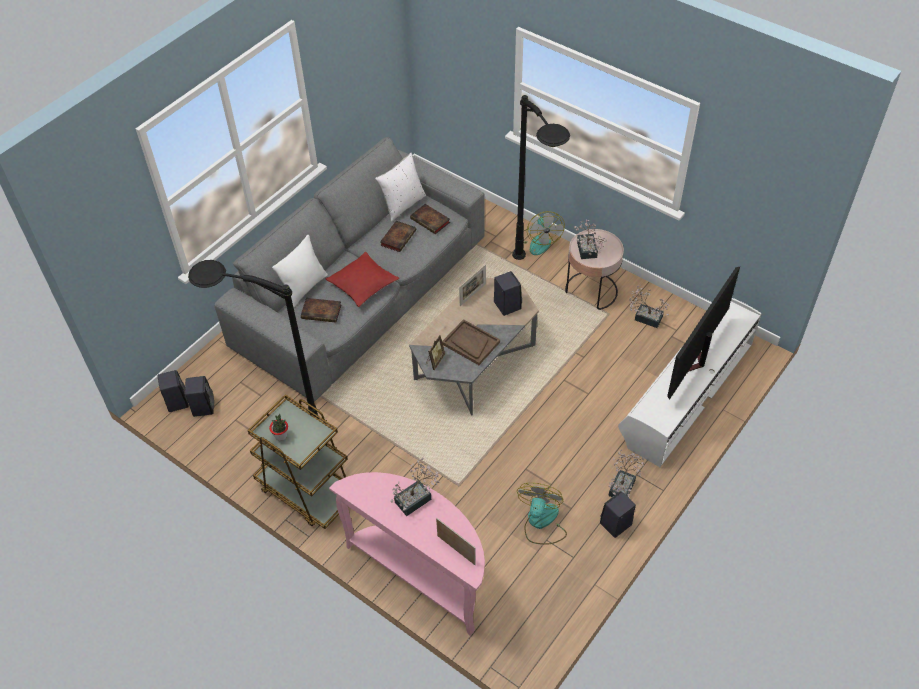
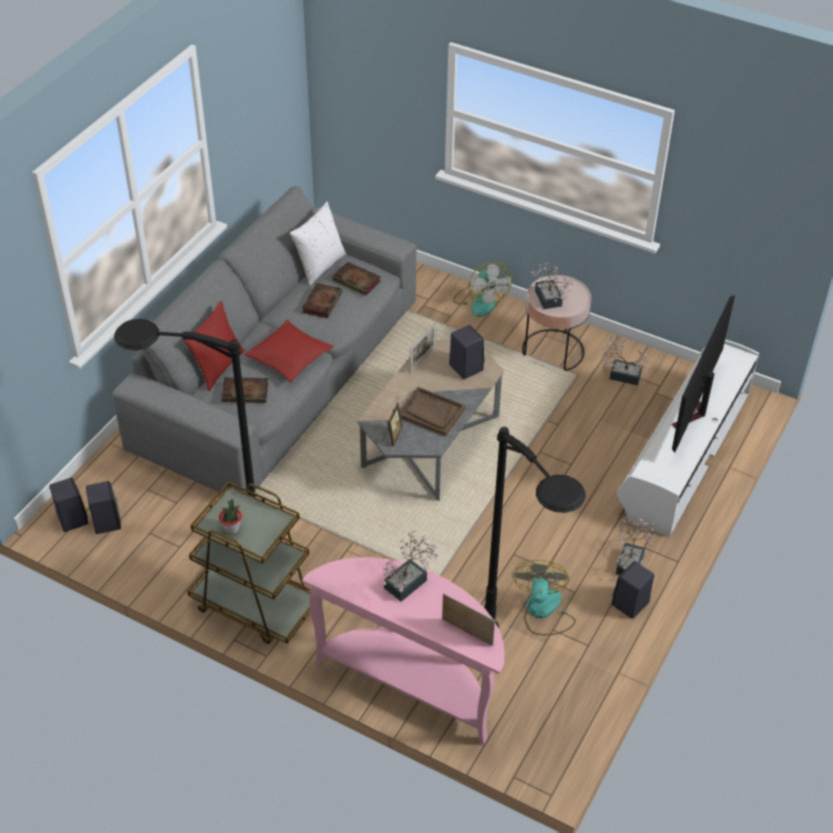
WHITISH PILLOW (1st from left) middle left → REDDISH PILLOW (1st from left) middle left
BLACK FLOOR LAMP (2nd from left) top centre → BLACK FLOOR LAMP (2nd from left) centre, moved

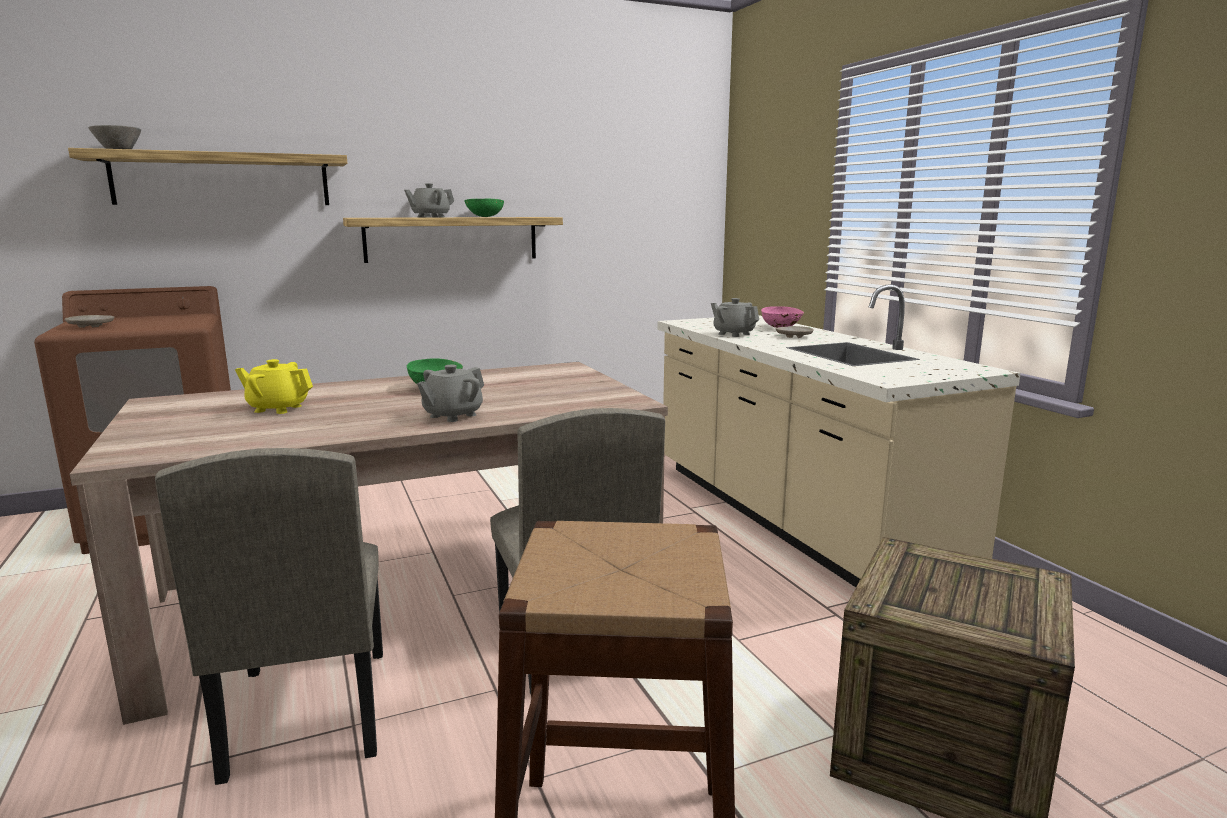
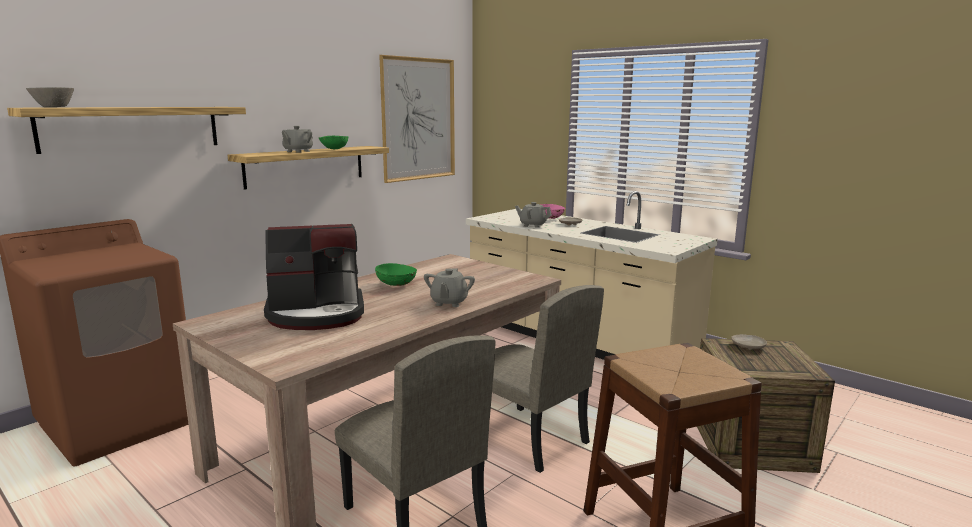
SAND-COLOURED FLAT DISH (1st from left in the first image) middle left → SAND-COLOURED FLAT DISH (2nd from left) middle right, moved
YELLOW POT FOR TEA middle left → COFFEE MAKER middle left
- → WALL ART top centre

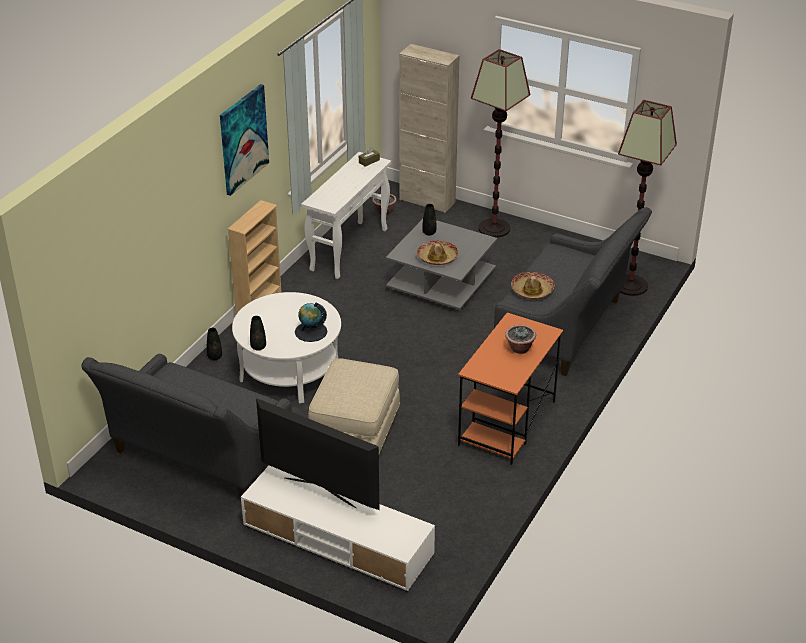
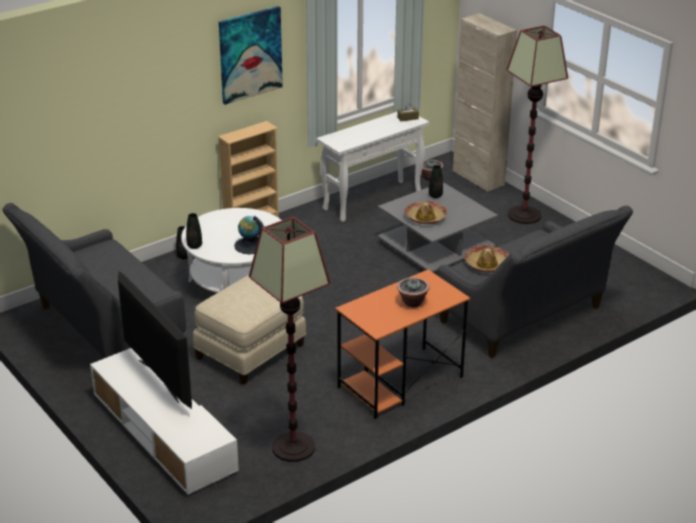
FLOOR LAMP (2nd from left in the first image) top right → FLOOR LAMP (1st from left) centre, moved

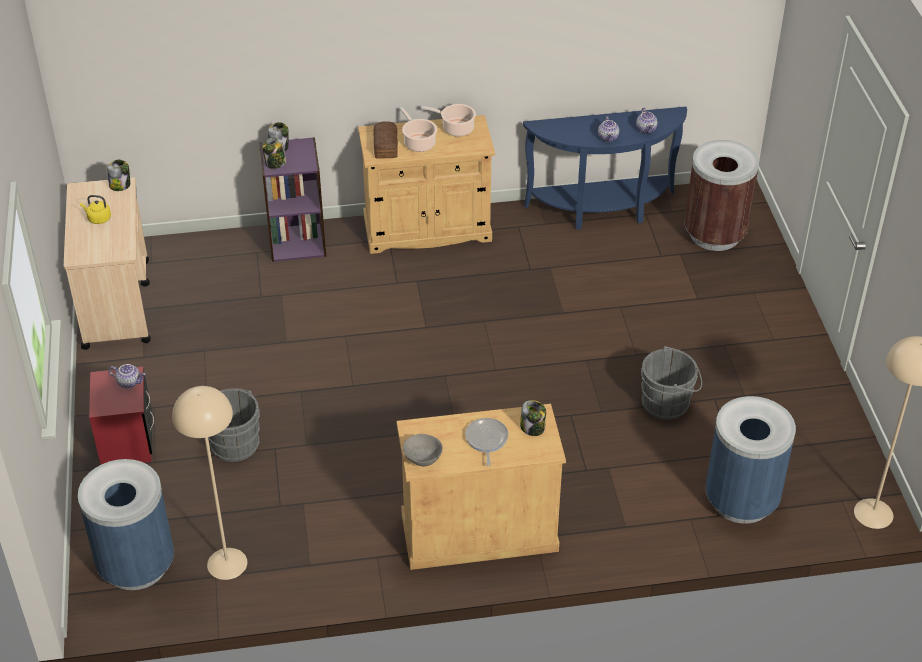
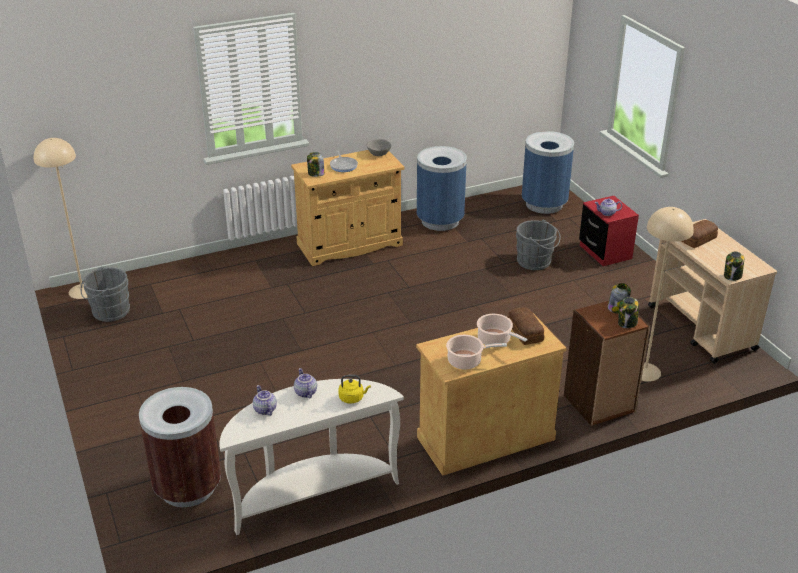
YELLOW TEA KETTLE top left → YELLOW TEA KETTLE bottom centre, moved
SAND-COLOURED FLOOR LAMP (1st from left in the first image) bottom left → SAND-COLOURED FLOOR LAMP (2nd from left) middle right, moved
PURPLE BOOKSHELF top left → BROWN BOOKSHELF middle right
BLUISH HALL TABLE top centre → WHITISH HALL TABLE bottom centre
GRAY BUCKET (2nd from left in the first image) middle right → GRAY BUCKET (1st from left) middle left, moved
BLUISH TRASH CAN (2nd from left in the first image) bottom right → BLUISH TRASH CAN (1st from left) top centre, moved
- → BAKERY BREAD (2nd from left) middle right

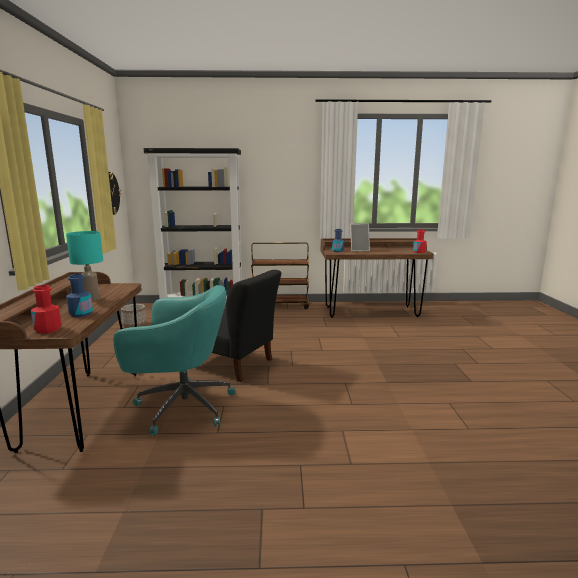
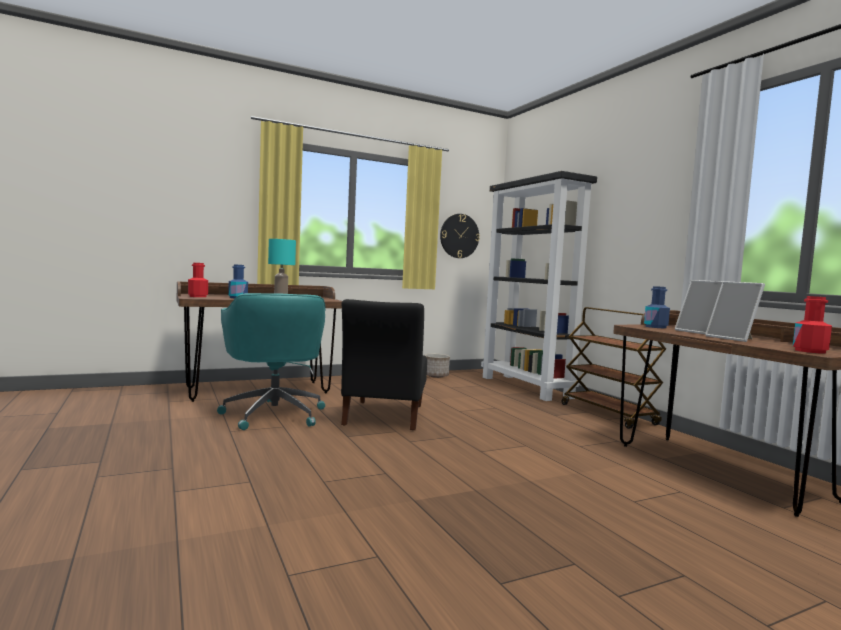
- → PICTURE FRAME (2nd from left) middle right

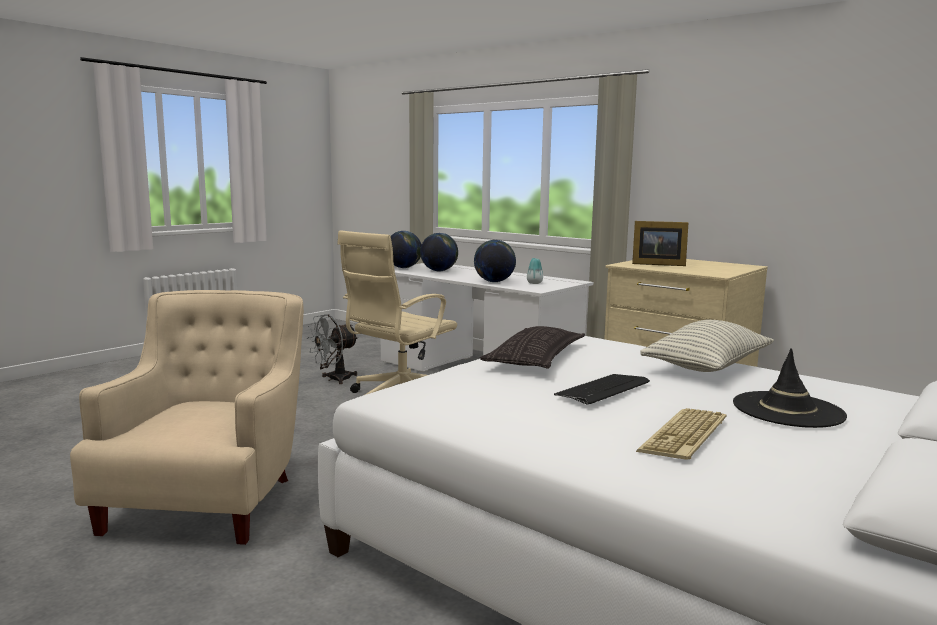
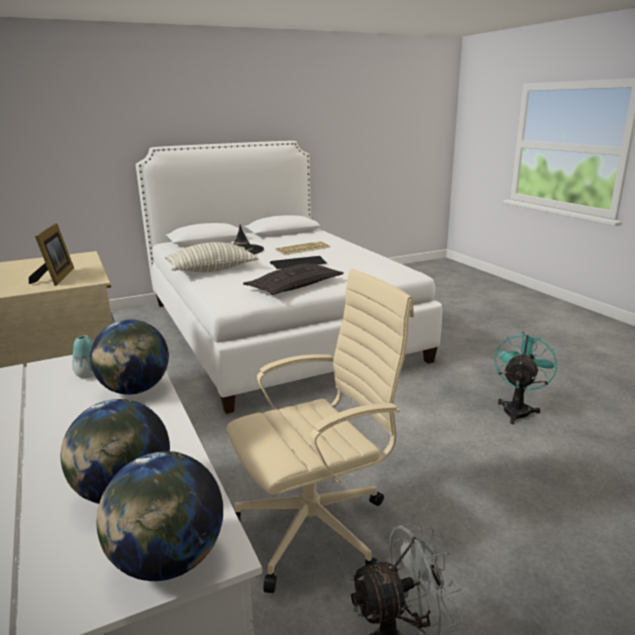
SAND-COLOURED LOUNGE CHAIR bottom left → BLUE-GREEN FAN middle right
PICTURE FRAME middle right → PICTURE FRAME middle left, 45 degrees clockwise

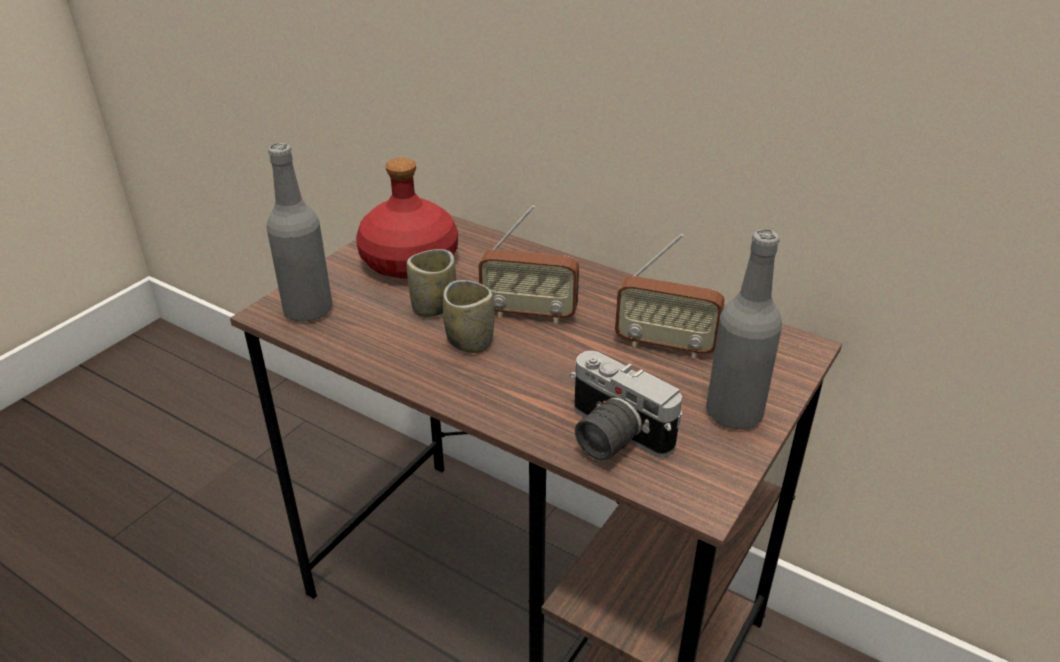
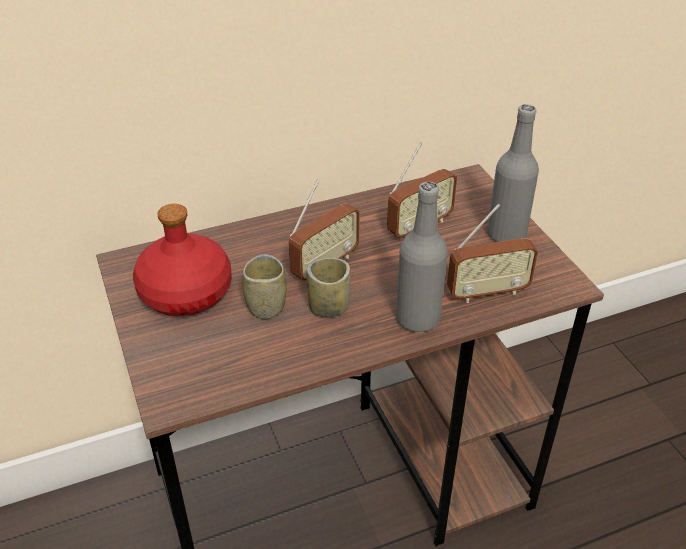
GRAY DRINK BOTTLE (1st from left) middle left → GRAY DRINK BOTTLE (1st from left) centre, moved
PHOTO CAMERA centre → RADIO (3rd from left) middle right

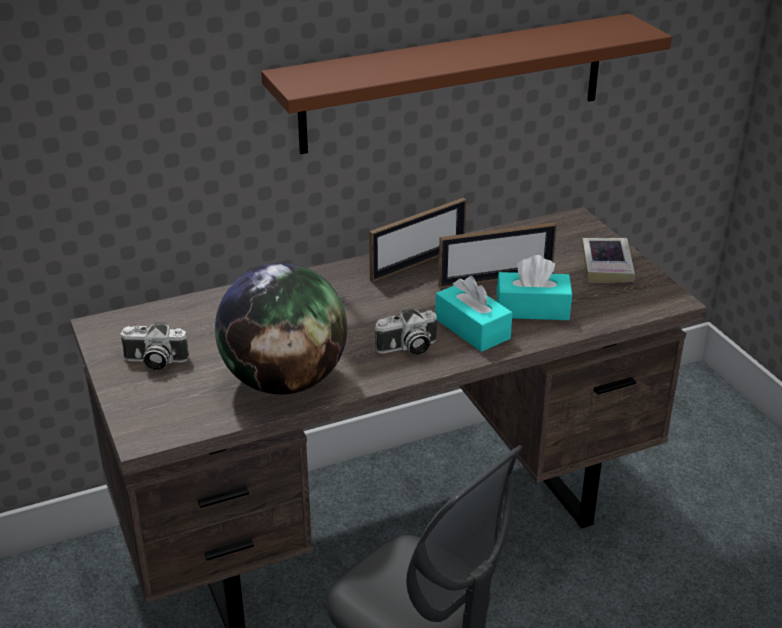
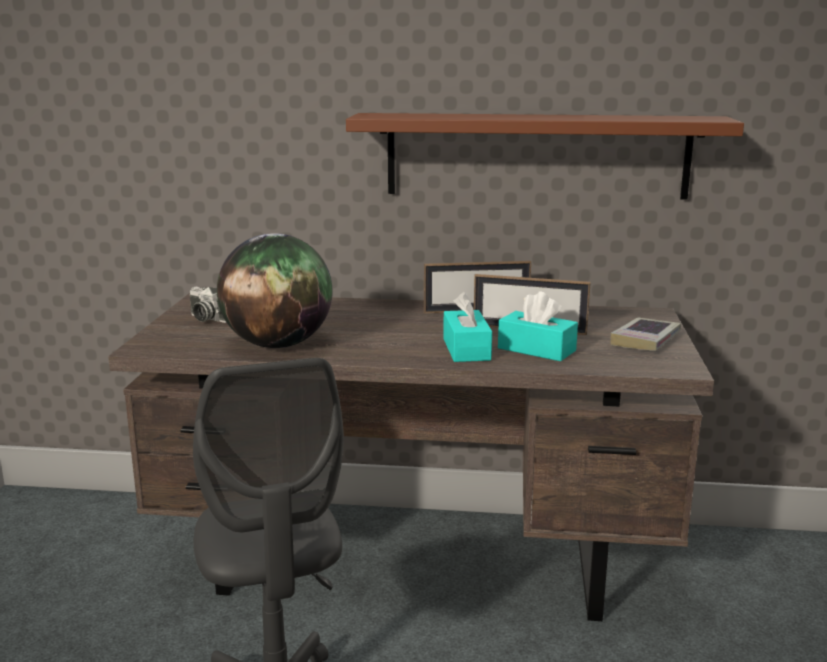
PHOTO CAMERA (2nd from left) centre → -

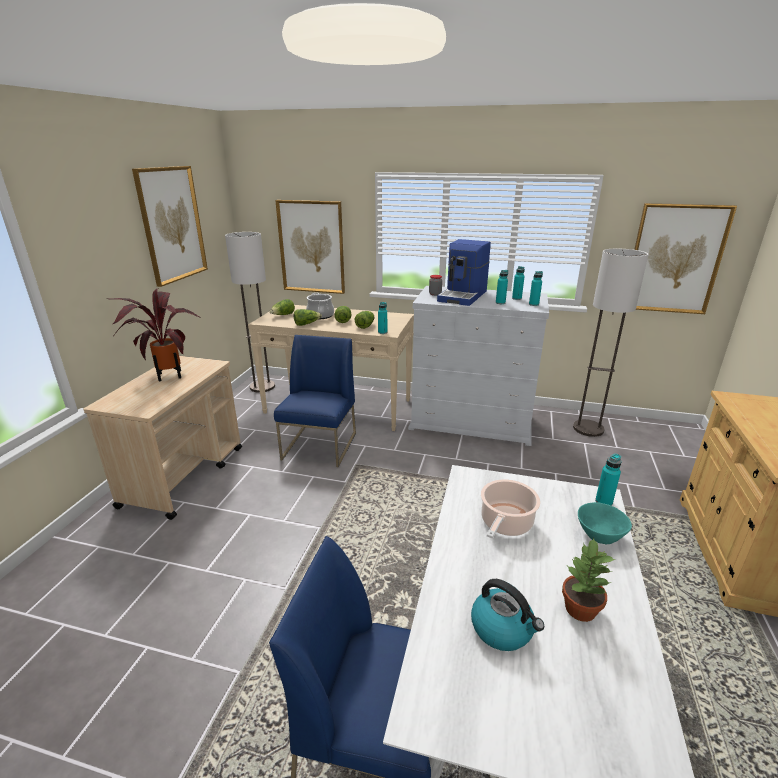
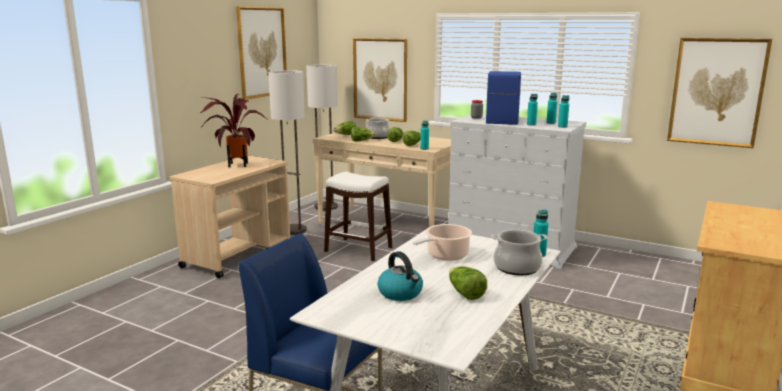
BLUISH UPRIGHT CHAIR (1st from left) centre → WHITISH STOOL SEAT centre
COFFEE MAKER centre → COFFEE MAKER top centre, 150 degrees clockwise
POTTED PLANT (2nd from left) bottom right → LETTUCE (5th from left) bottom centre
FLOOR LAMP (2nd from left in the first image) middle right → FLOOR LAMP (1st from left) centre, moved
BLUE-GREEN DEEP DISH bottom right → SAUCEPOT (3rd from left) centre

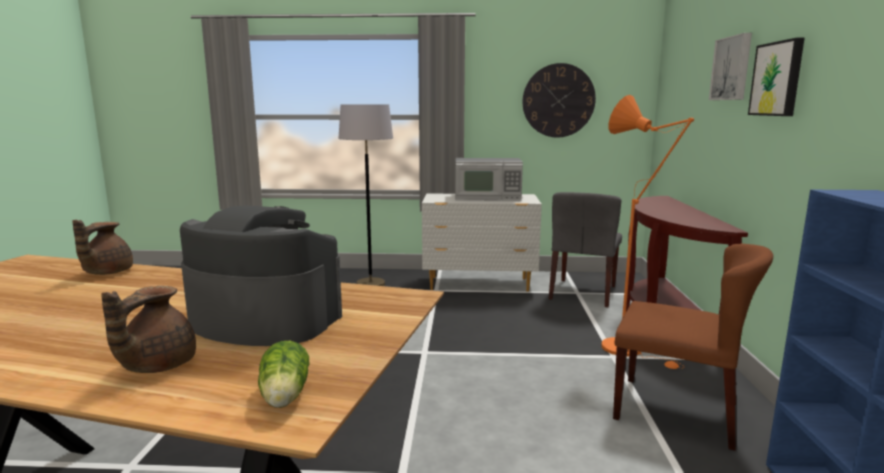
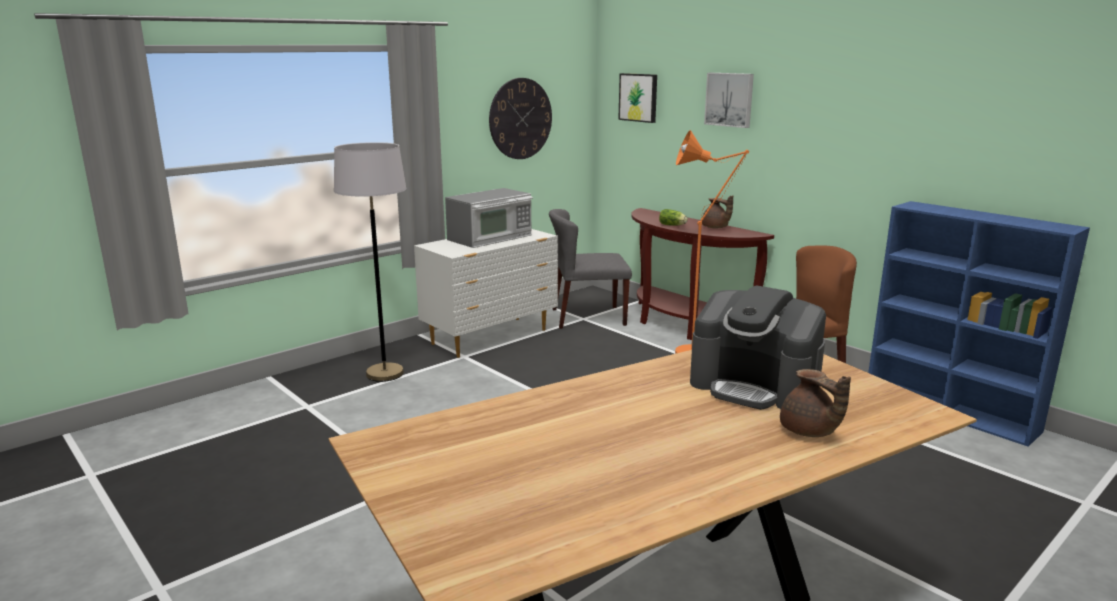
BROWN POT FOR TEA (1st from left) middle left → BROWN POT FOR TEA (1st from left) centre, moved
COFFEE MAKER middle left → COFFEE MAKER middle right, 120 degrees counterclockwise
LETTUCE bottom left → LETTUCE centre, moved
GRAY UPRIGHT CHAIR centre, 105 degrees clockwise
WALL ART (2nd from left in the first image) top right → WALL ART (1st from left) top centre, moved

